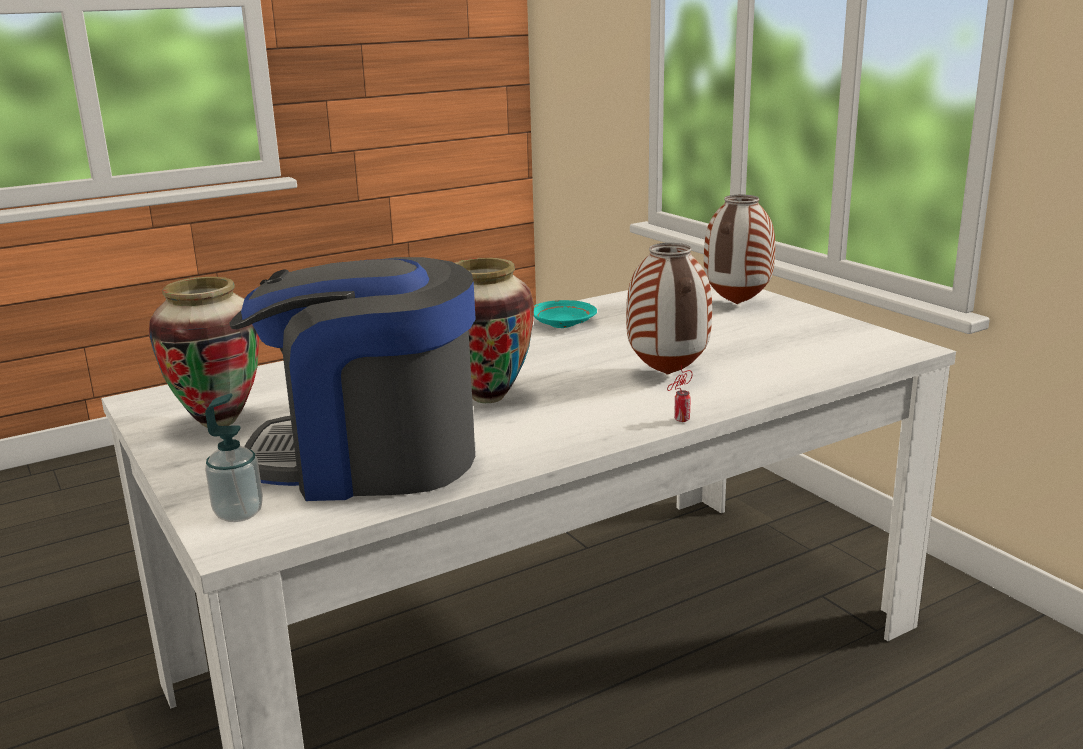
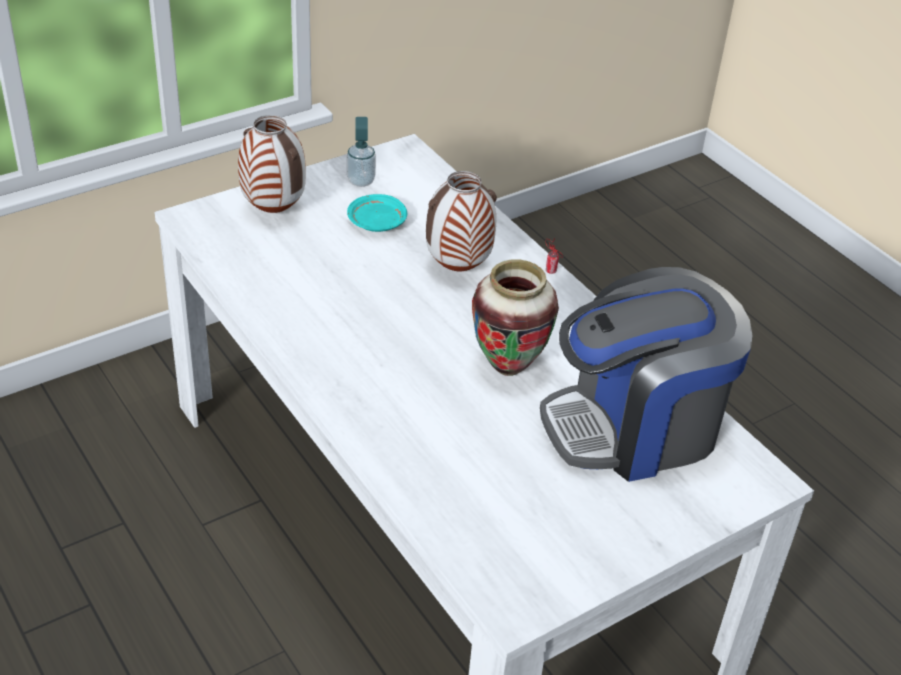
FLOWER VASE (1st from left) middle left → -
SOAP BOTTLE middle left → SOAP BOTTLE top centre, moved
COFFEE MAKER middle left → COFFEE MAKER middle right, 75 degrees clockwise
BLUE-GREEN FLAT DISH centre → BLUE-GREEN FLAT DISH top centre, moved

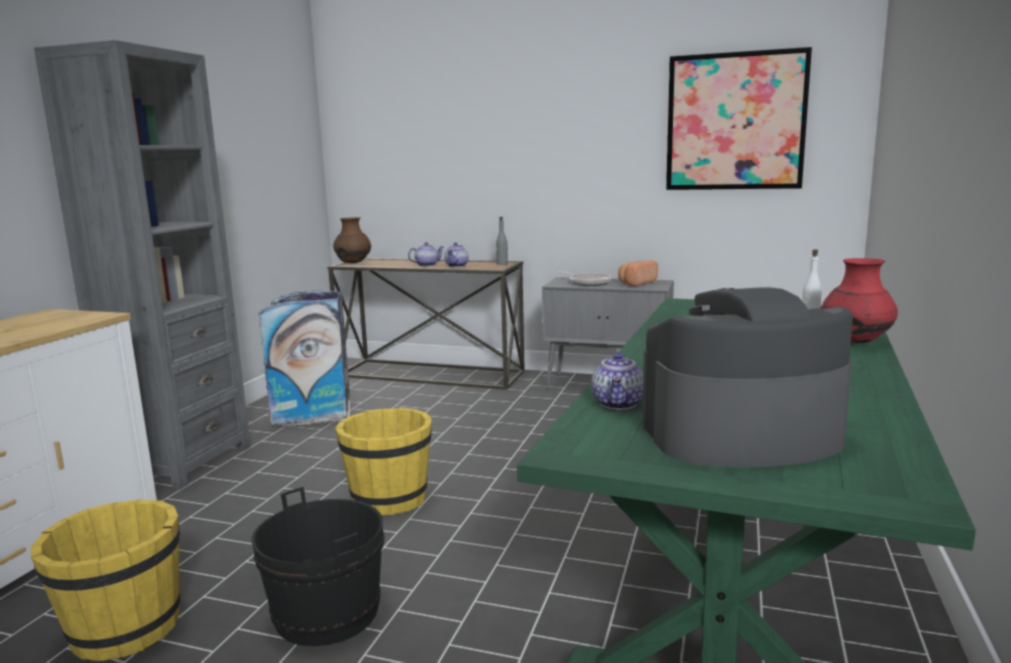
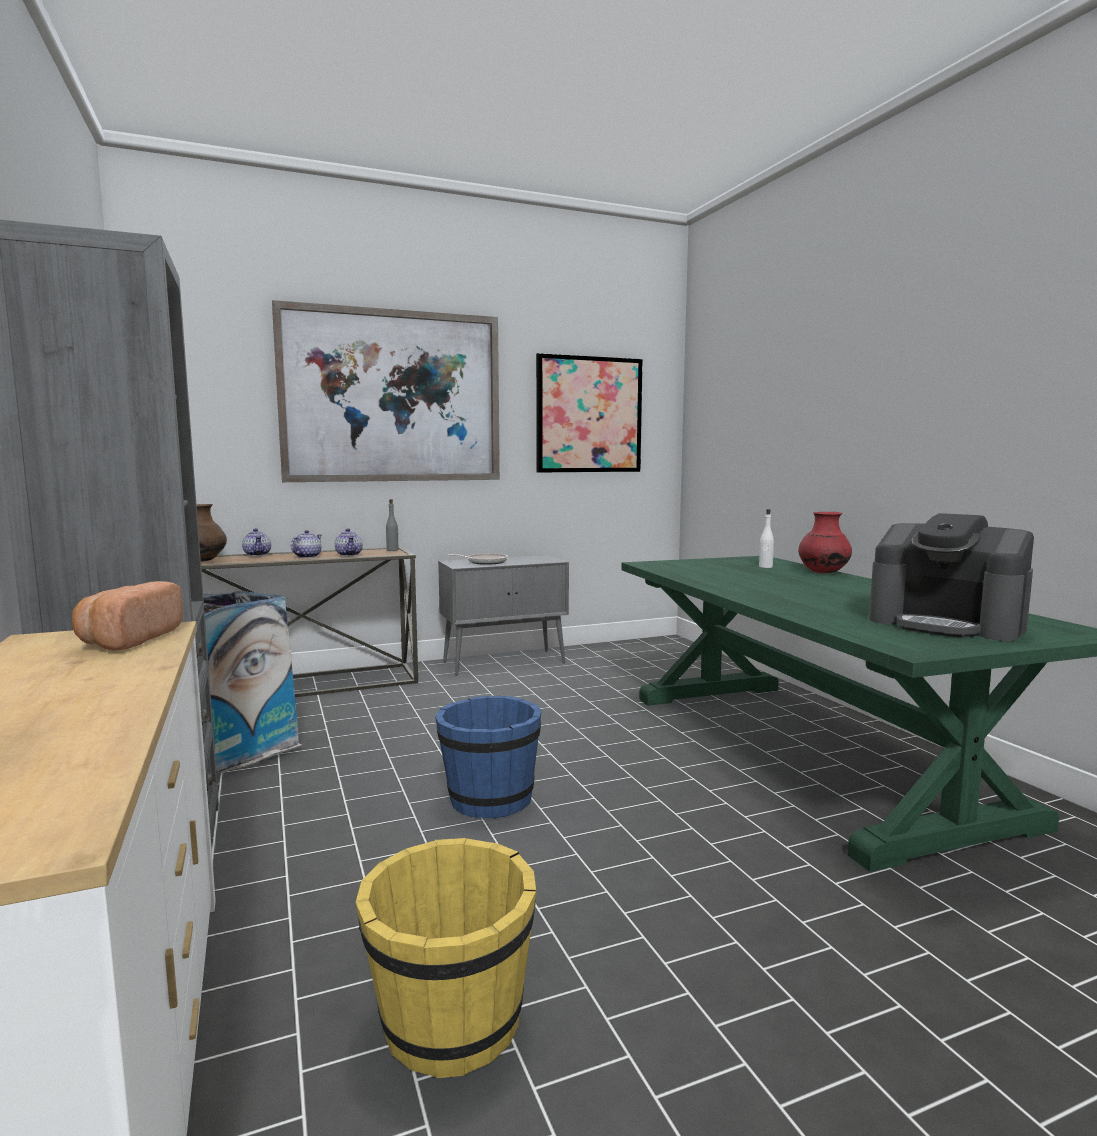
BLACK BUCKET bottom left → -
YELLOW BUCKET (2nd from left) bottom centre → BLUISH BUCKET centre
POT FOR TEA (3rd from left in the first image) centre → POT FOR TEA (1st from left) middle left, moved
BAKERY BREAD centre → BAKERY BREAD middle left, moved
COFFEE MAKER middle right, 90 degrees counterclockwise
- → WALL ART (1st from left) centre

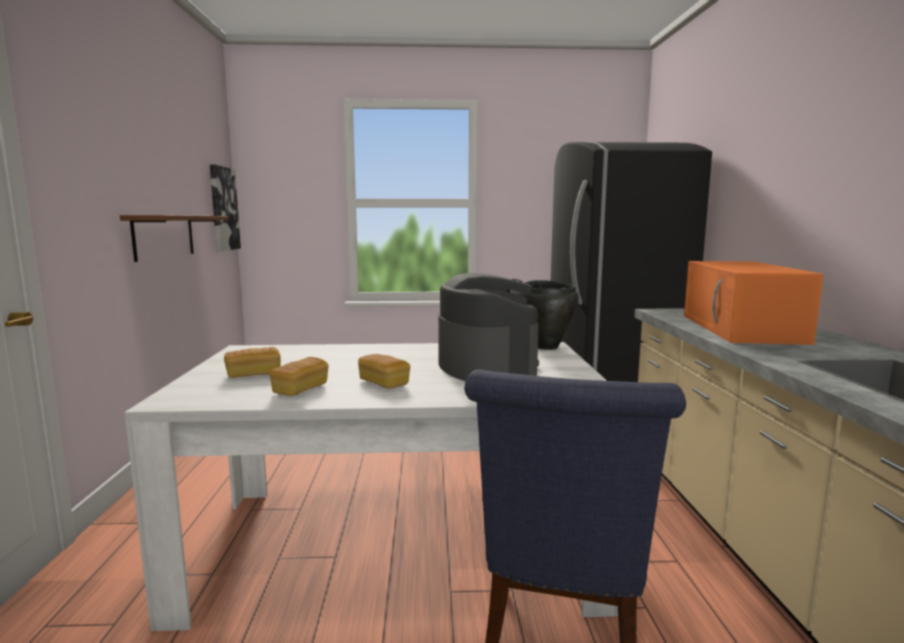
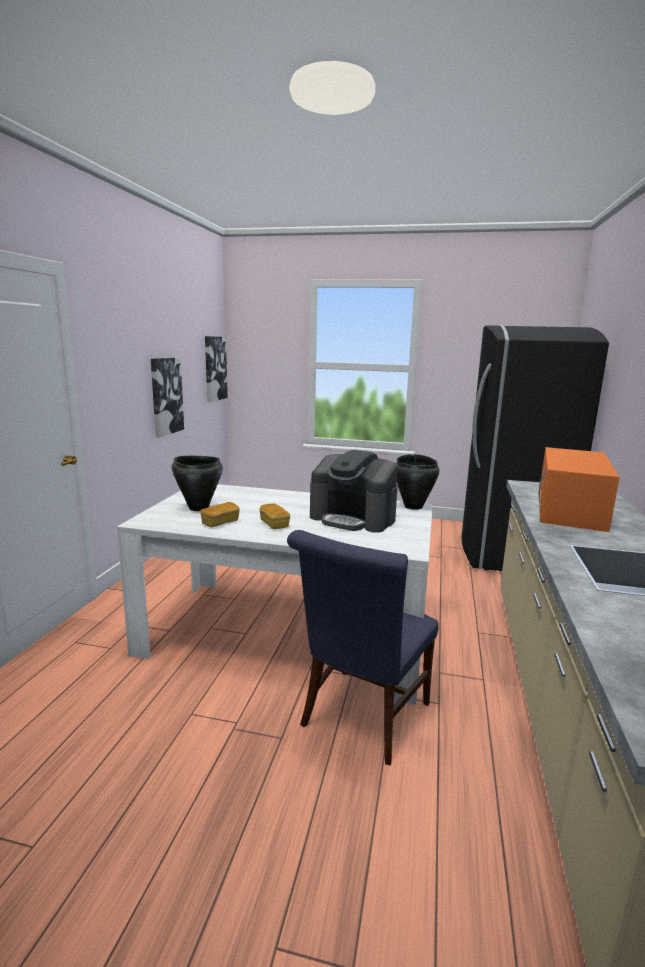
BROWN SHELF middle left → WALL ART (1st from left) middle left
BAKERY BREAD (1st from left) middle left → BLACK SAUCEPOT (1st from left) middle left
COFFEE MAKER centre, 120 degrees clockwise

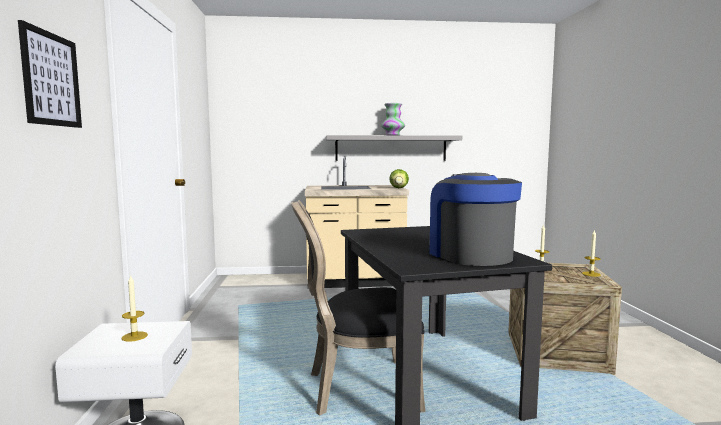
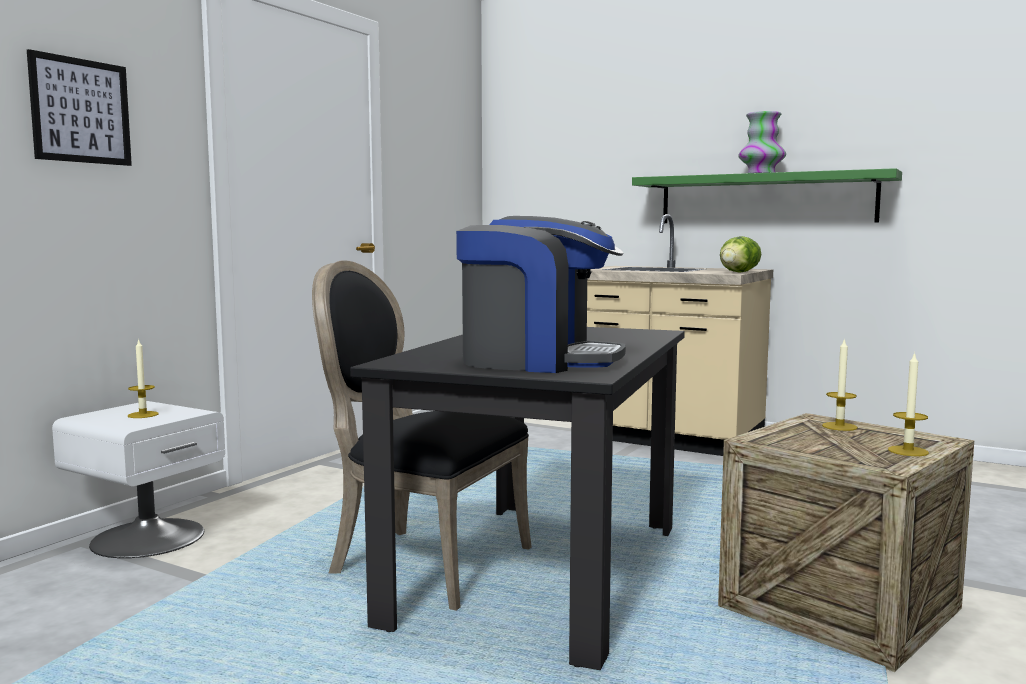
GRAY SHELF centre → GREENISH SHELF top right
COFFEE MAKER centre, 90 degrees clockwise

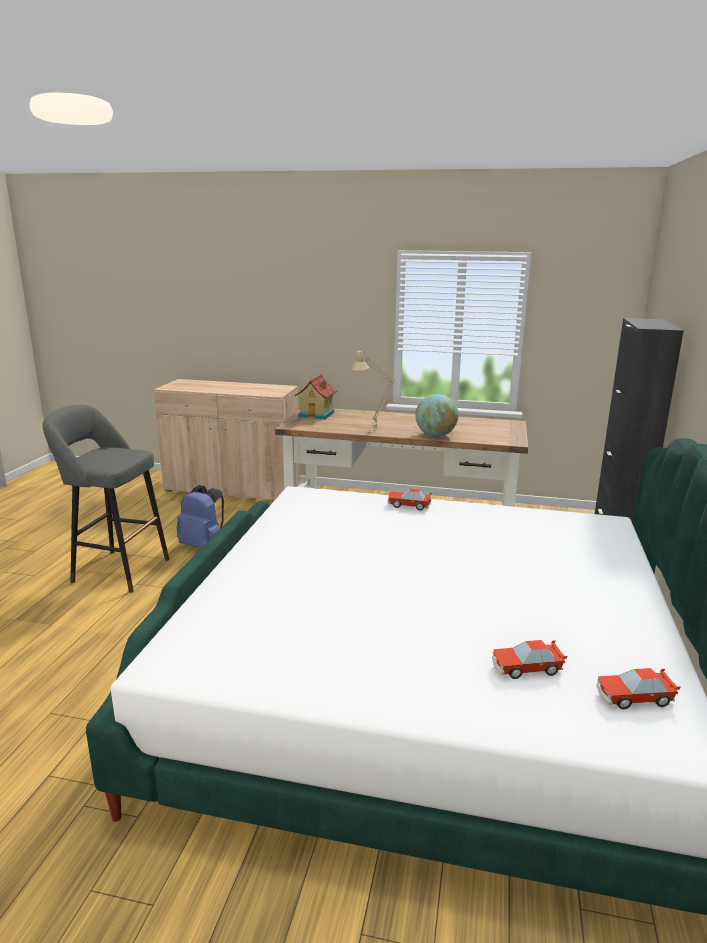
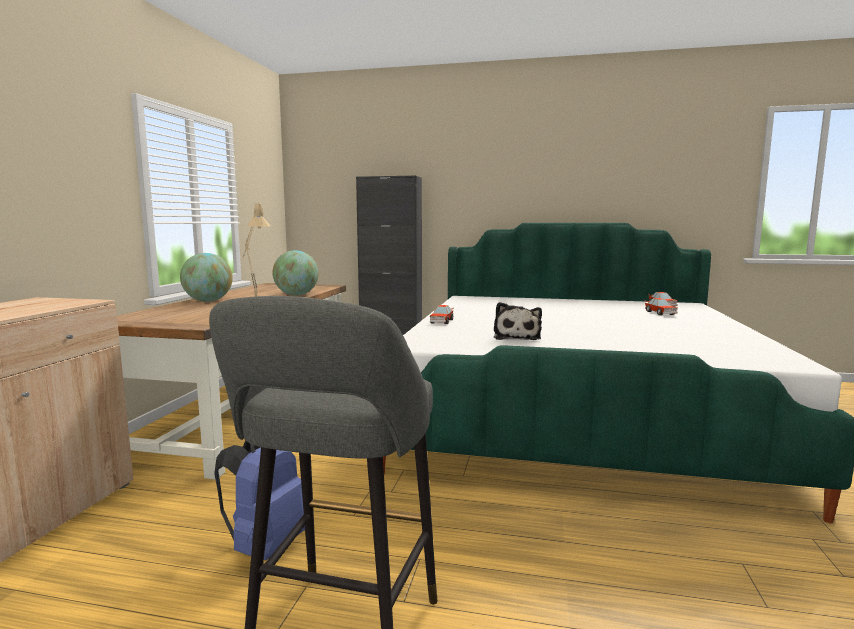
MINIATURE HOUSE centre → -
- → WORLD GLOBE (1st from left) middle left
- → CUDDLY TOY centre

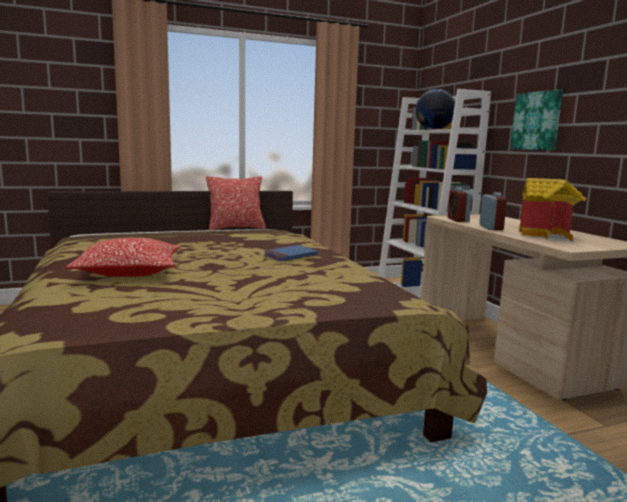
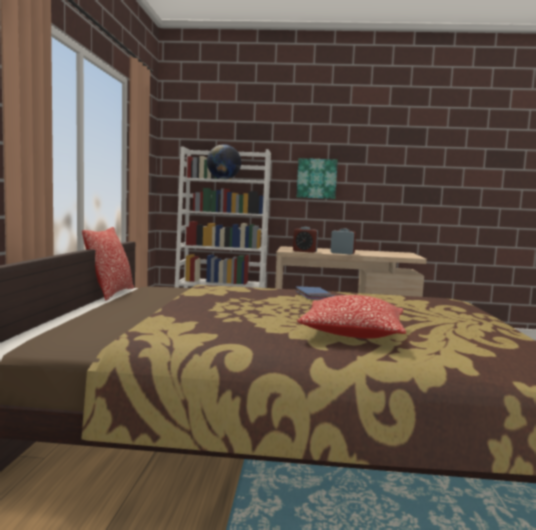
MINIATURE HOUSE middle right → -

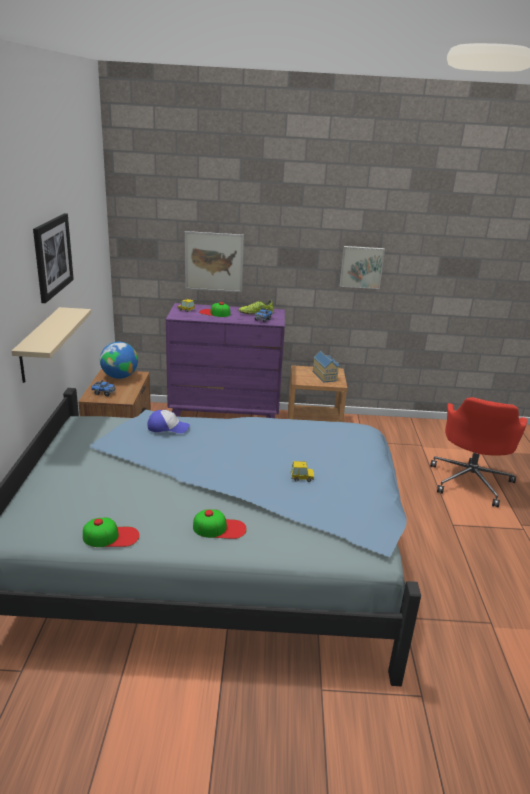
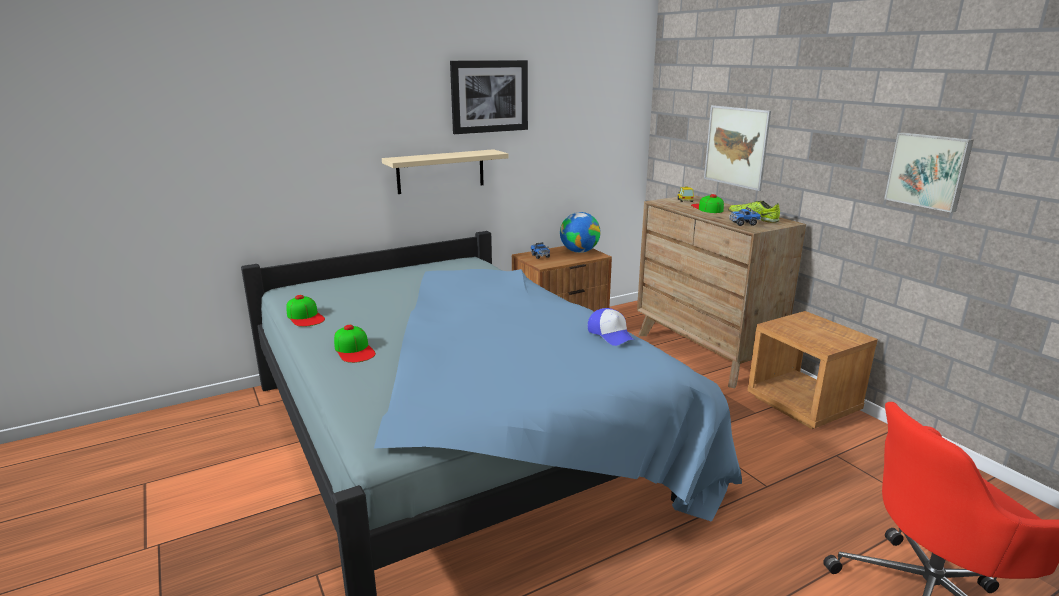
BASEBALL CAP (2nd from left in the first image) middle left → BASEBALL CAP (3rd from left) centre, moved
PURPLE DRAWER CHEST centre → BROWN DRAWER CHEST middle right
MINIATURE CAR (2nd from left) centre → -
MINIATURE HOUSE centre → -

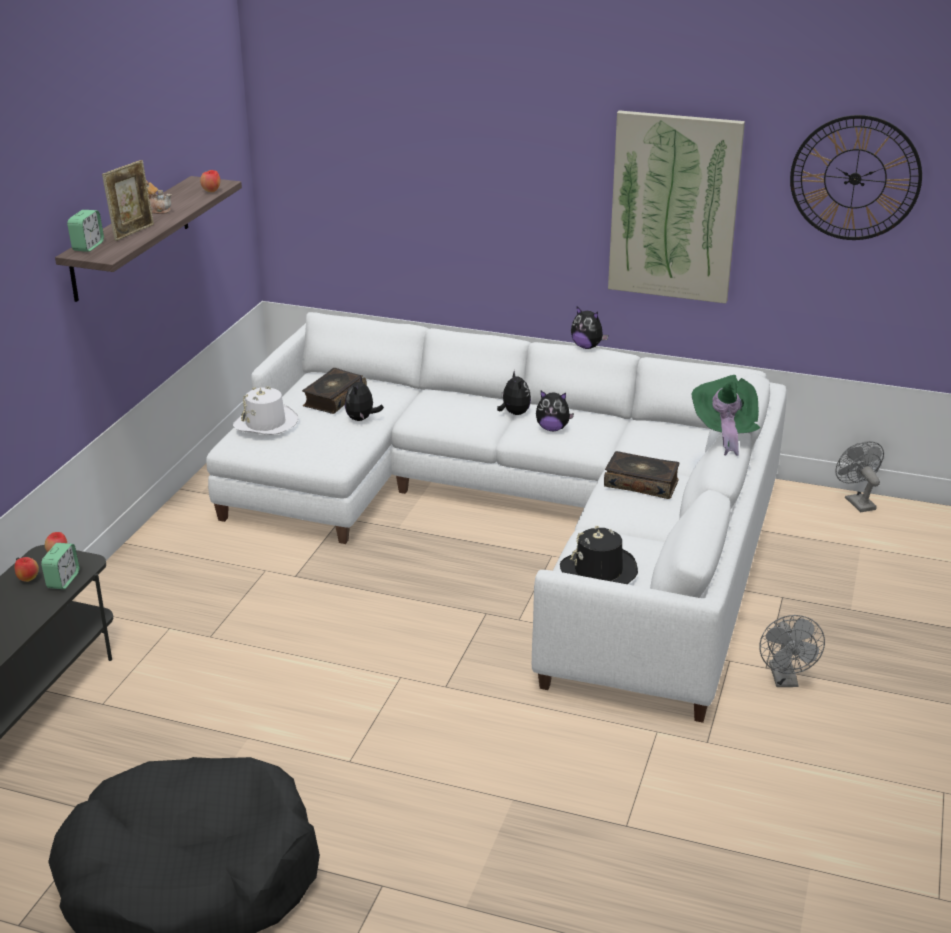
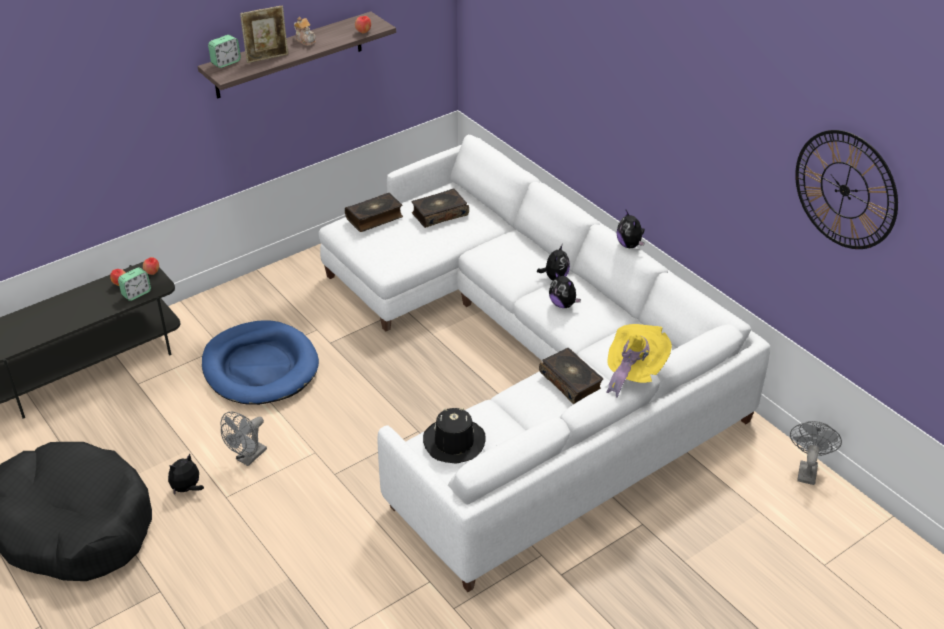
WHITISH WEARABLE HAT middle left → VOLUME (1st from left) centre
CUDDLY TOY (1st from left) centre → CUDDLY TOY (1st from left) bottom left, moved
WALL ART top right → -
GREENISH WEARABLE HAT middle right → YELLOW WEARABLE HAT middle right
GRAY FAN (1st from left) bottom right → GRAY FAN (1st from left) bottom left, moved
- → BLUISH DOG BED middle left

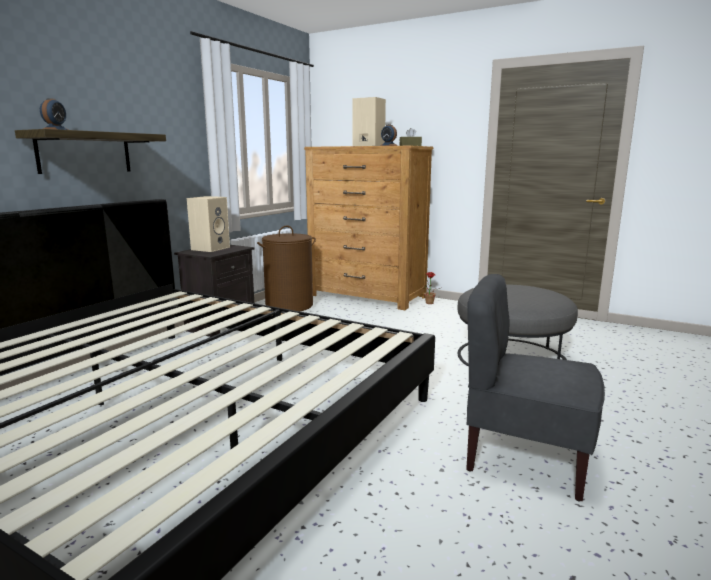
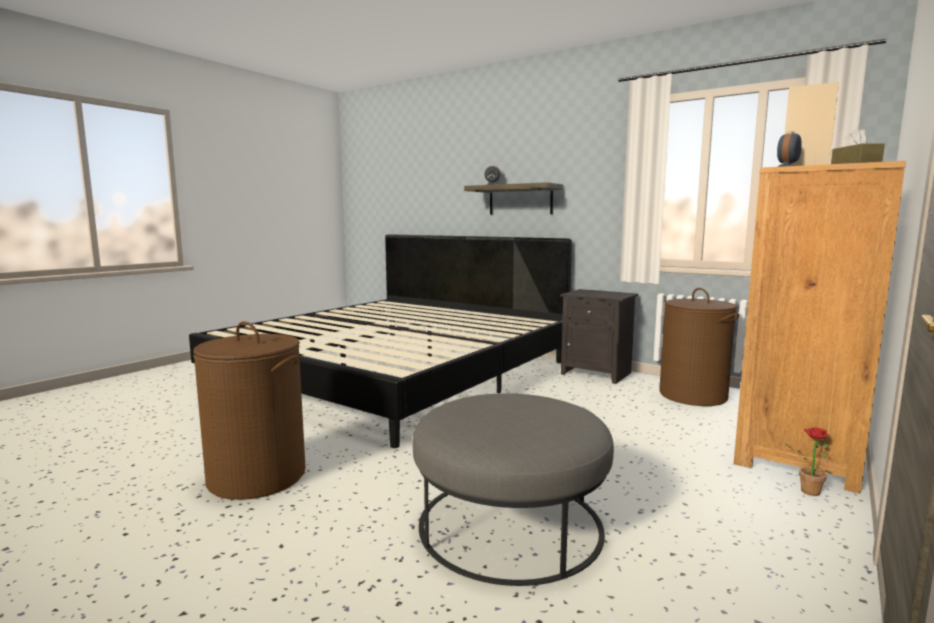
SAND-COLOURED SPEAKER (1st from left) middle left → -
GRAY UPRIGHT CHAIR bottom right → BROWN HAMPER (1st from left) middle left

